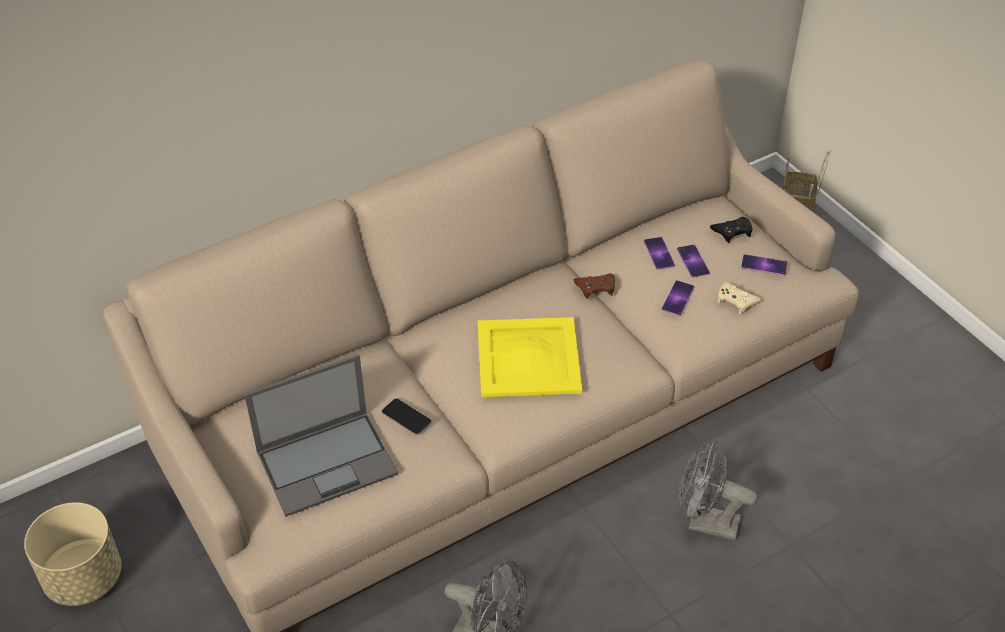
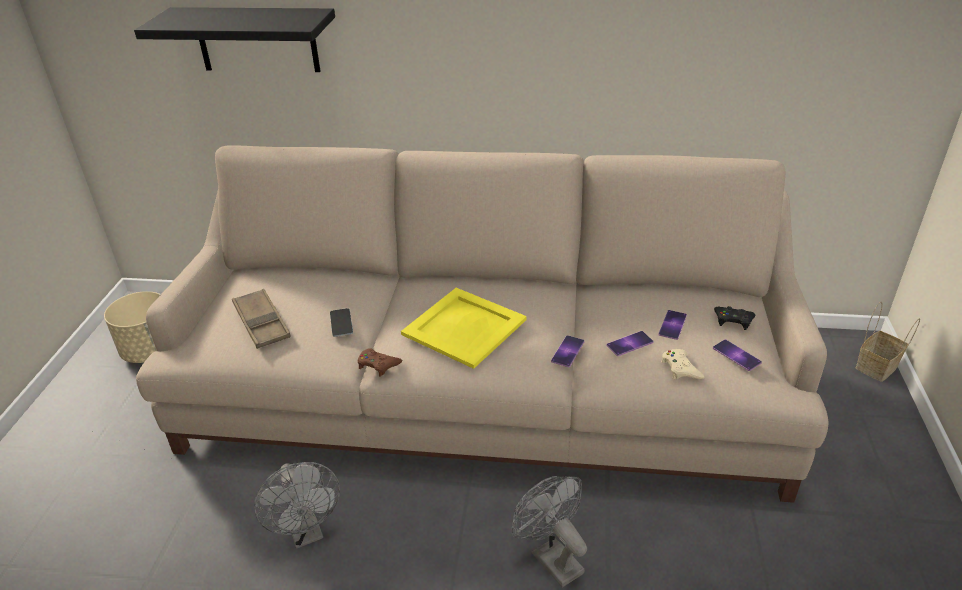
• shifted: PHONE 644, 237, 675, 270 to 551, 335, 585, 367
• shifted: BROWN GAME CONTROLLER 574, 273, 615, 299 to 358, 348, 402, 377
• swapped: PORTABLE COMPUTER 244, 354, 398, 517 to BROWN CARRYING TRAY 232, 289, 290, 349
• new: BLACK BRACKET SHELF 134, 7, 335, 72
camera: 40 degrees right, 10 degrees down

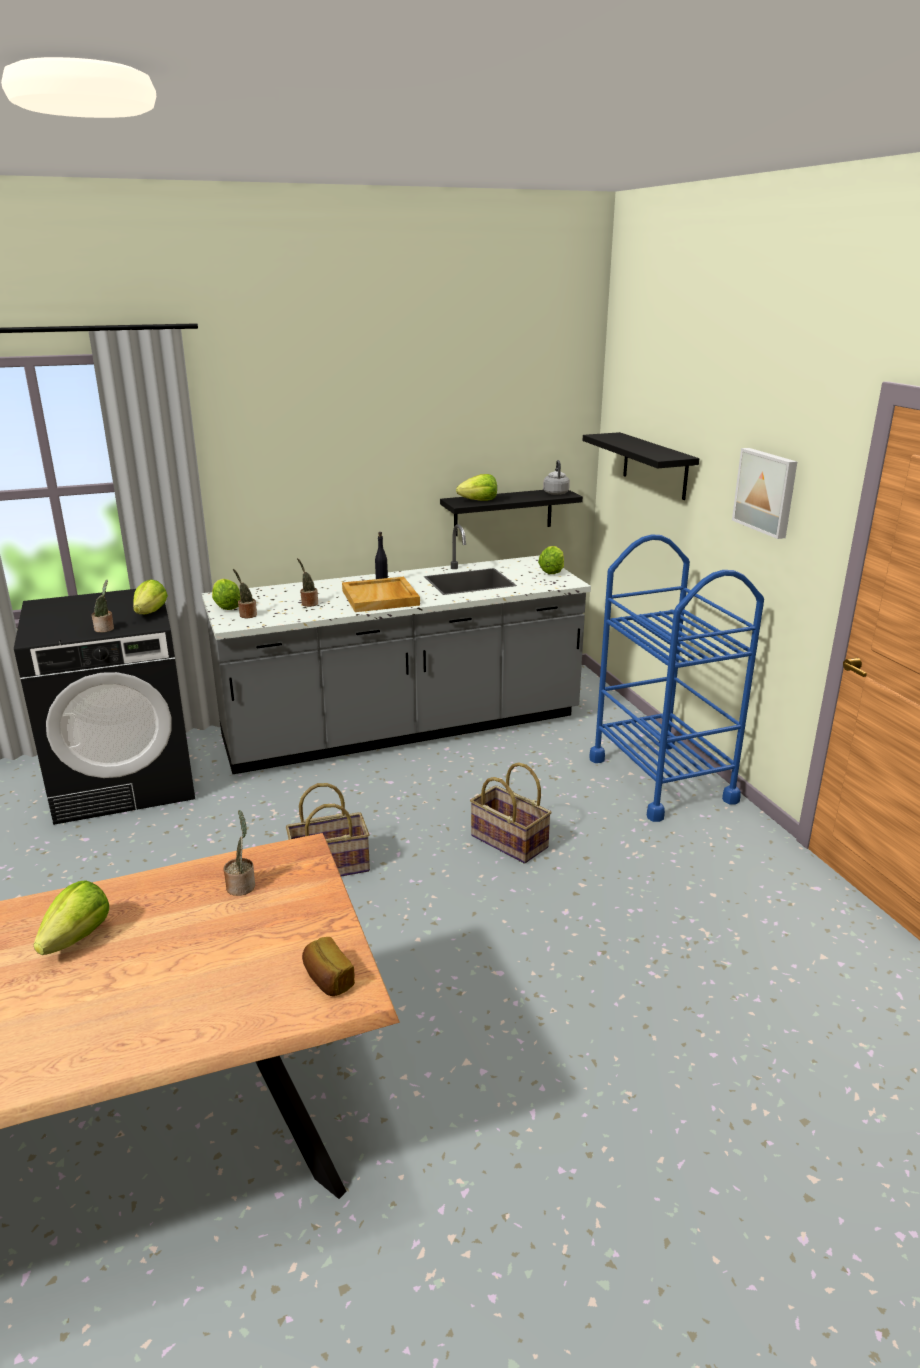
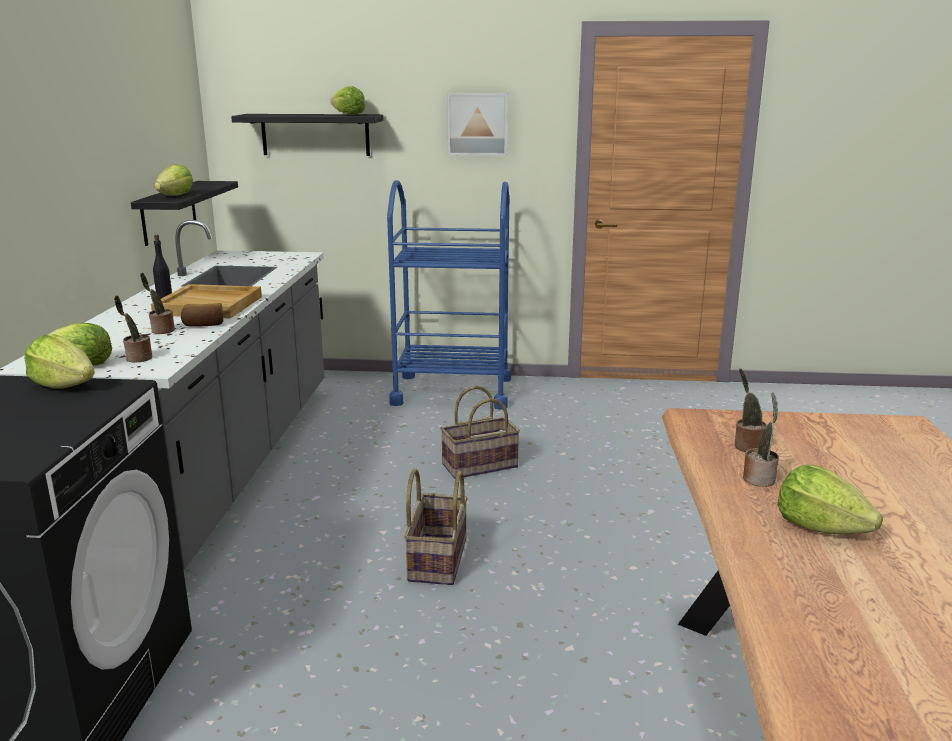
• gone: GRAY WATER KETTLE 543, 460, 570, 495
• shifted: HEAD OF LETTUCE 538, 546, 564, 574 to 331, 86, 365, 115
• shifted: HOUSEPLANT 92, 579, 114, 633 to 743, 392, 779, 487
• shifted: BREAD 302, 937, 355, 996 to 181, 303, 224, 327
camera: 65 degrees left, 5 degrees down

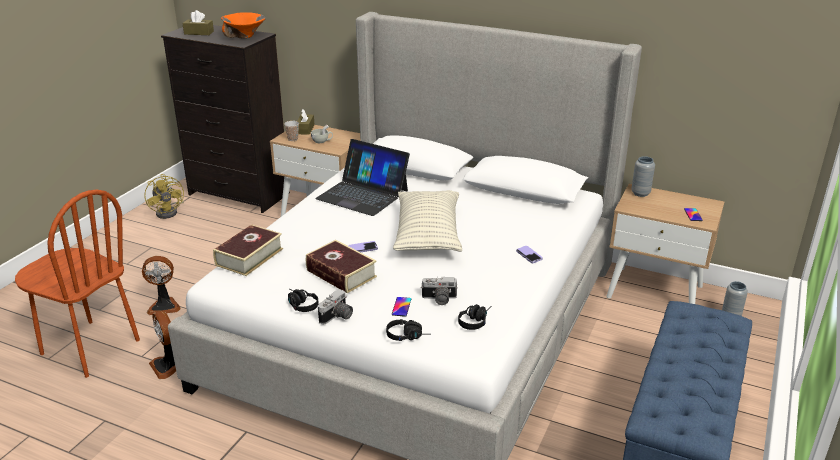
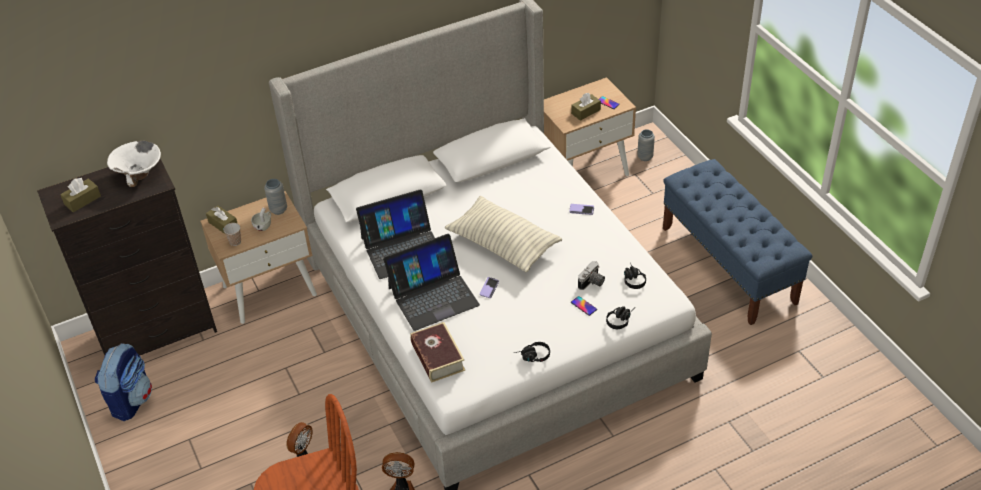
• repainted: ORANGE BOWL 221, 12, 266, 39 to WHITISH BOWL 107, 141, 161, 187
• shifted: GRAY FLOWER VASE 631, 156, 655, 197 to 264, 179, 287, 215
• swapped: YELLOWISH ELECTRIC FAN 144, 174, 184, 219 to BACKPACK 95, 343, 152, 421
• gone: BOOK 306, 240, 377, 293
• gone: PHOTO CAMERA 318, 289, 353, 325
• new: BROWN TISSUE HOLDER 571, 93, 601, 121
• new: PORTABLE COMPUTER 383, 234, 480, 331
camera: 50 degrees left, 15 degrees up

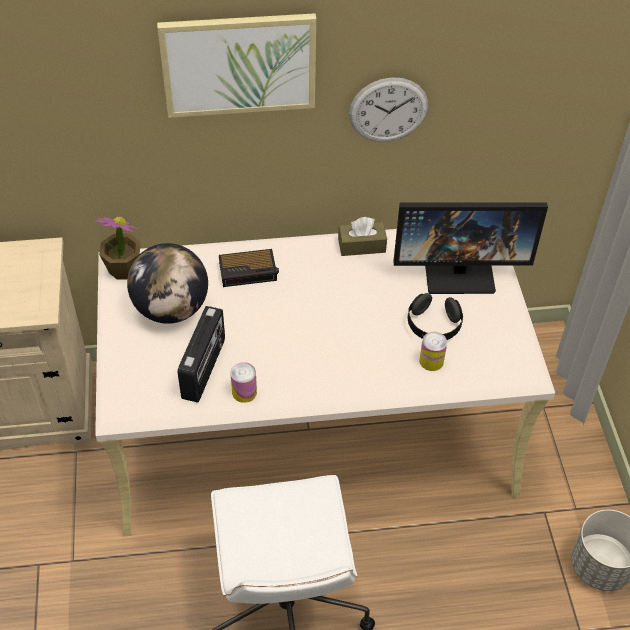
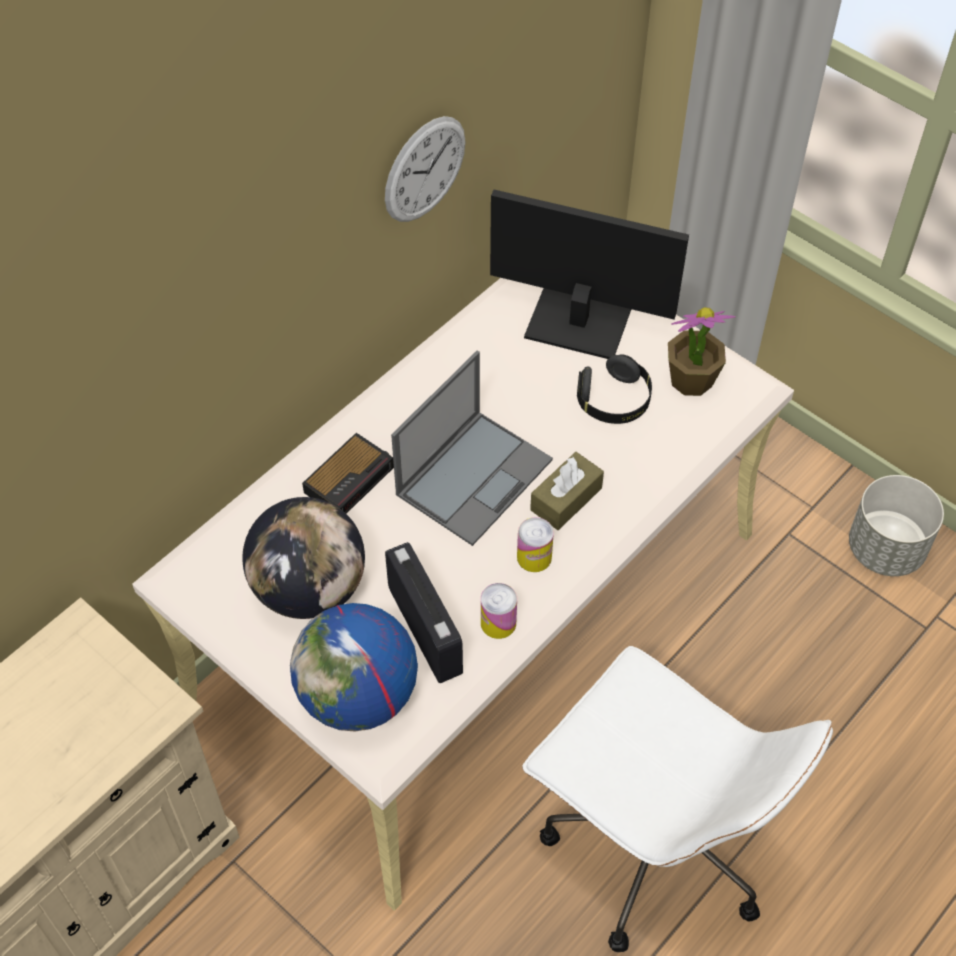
• gone: WALL PICTURE 157, 13, 316, 118
• rotated: COMPUTER SCREEN 393, 202, 548, 294 = 490, 190, 689, 359 120 degrees counterclockwise
• shifted: HOUSEPLANT 96, 217, 141, 280 to 668, 307, 736, 396
• shifted: BROWN TISSUE HOLDER 338, 217, 387, 256 to 530, 452, 604, 530
• shifted: METAL CAN 419, 332, 447, 371 to 517, 517, 554, 572
• new: PORTABLE COMPUTER 391, 351, 553, 546
• new: DESK GLOBE 290, 603, 418, 732
camera: 40 degrees left, 5 degrees up

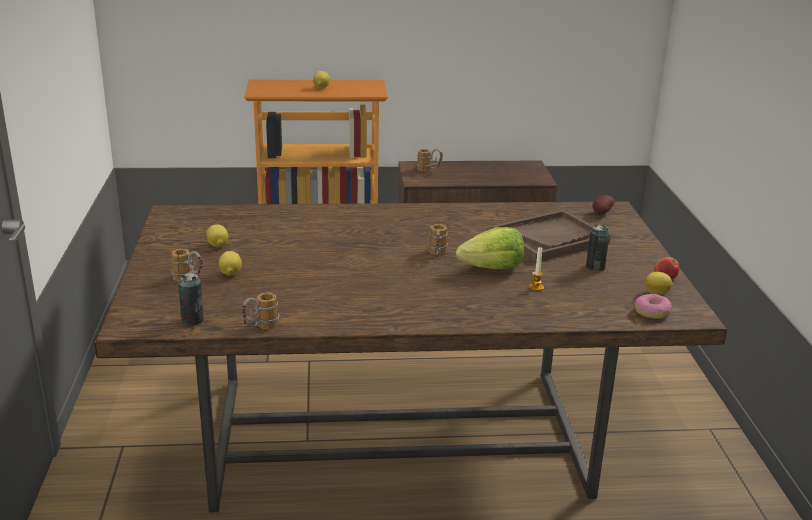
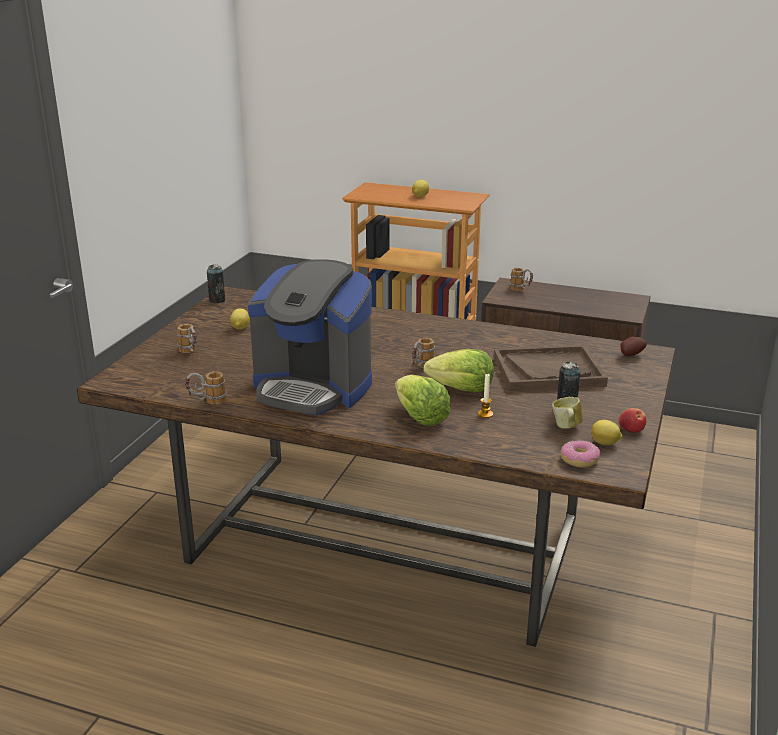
• gone: CITRUS FRUIT 219, 251, 242, 276
• shifted: METAL CAN 178, 273, 204, 326 to 207, 265, 225, 304
• new: COFFEE BREWER 248, 259, 372, 415
• new: HEAD OF LETTUCE 395, 375, 451, 426
• new: COFFEE MUG 552, 397, 583, 429
camera: 25 degrees right, 0 degrees up

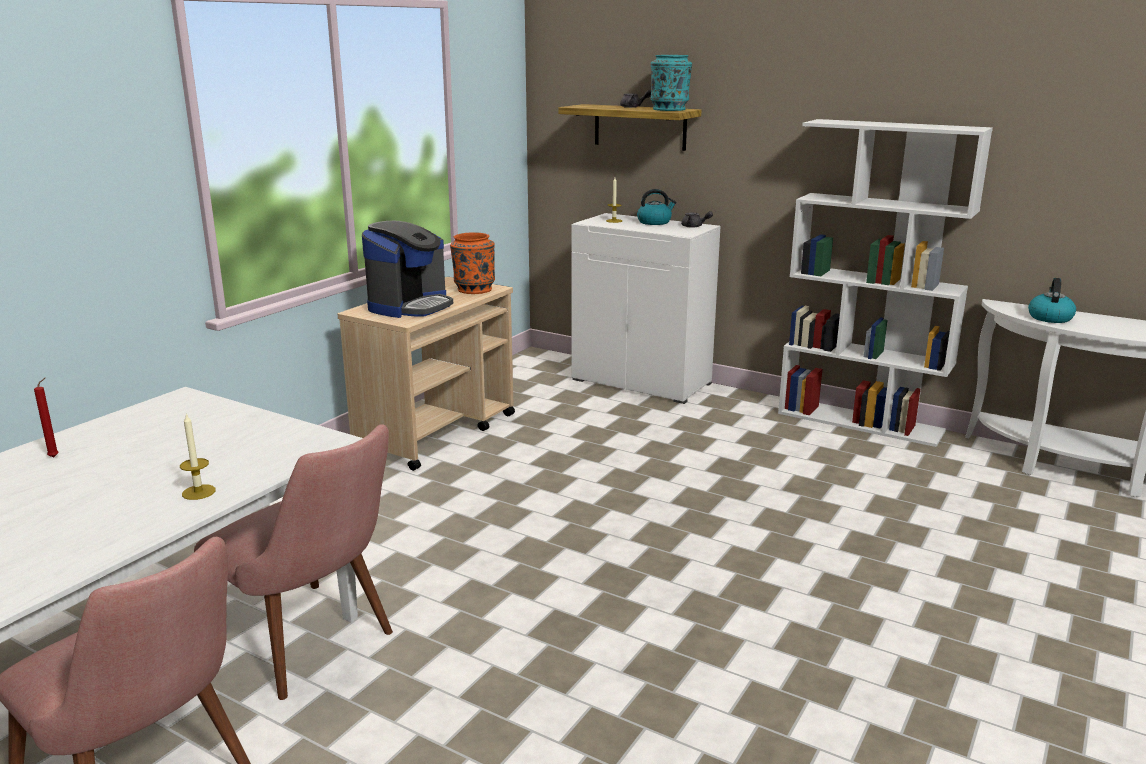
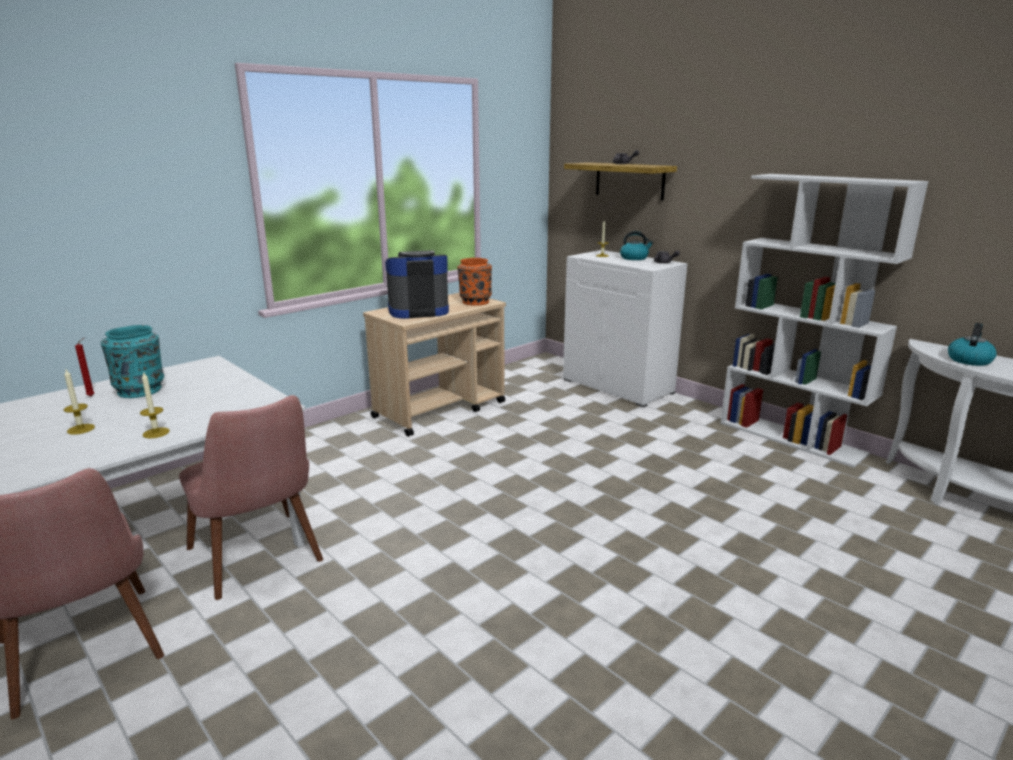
• shifted: TURQUOISE FLOWER VASE 651, 55, 692, 111 to 101, 325, 164, 398
• rotated: COFFEE BREWER 362, 221, 453, 318 = 385, 250, 449, 319 150 degrees counterclockwise
• new: WAX LIGHT 64, 369, 95, 435
camera: 15 degrees right, 0 degrees up

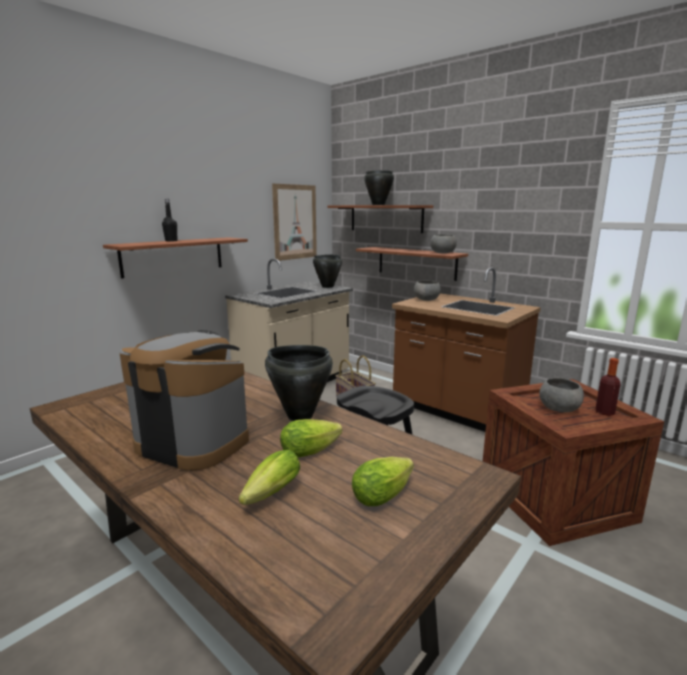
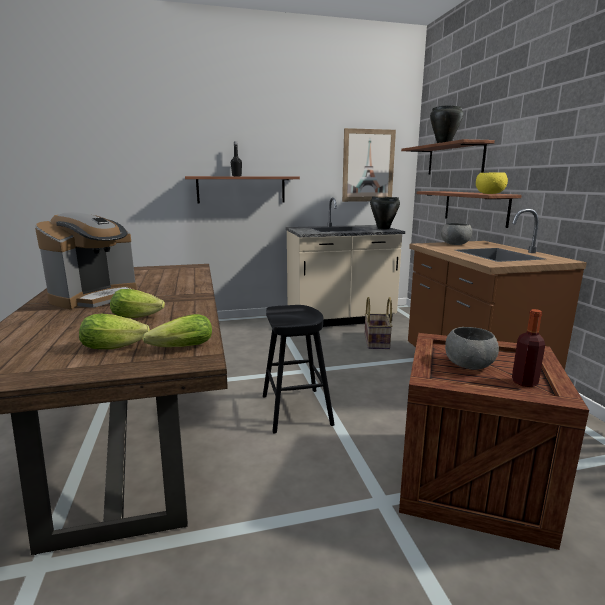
• repainted: GRAY BOWL 430, 234, 457, 253 to YELLOWISH BOWL 476, 172, 508, 194
• rotated: COFFEE BREWER 119, 330, 249, 470 = 35, 212, 137, 309 60 degrees clockwise
• gone: BLACK STOCKPOT 265, 345, 333, 421
• shifted: HEAD OF LETTUCE 239, 450, 300, 505 to 142, 314, 212, 347
camera: 35 degrees right, 0 degrees up

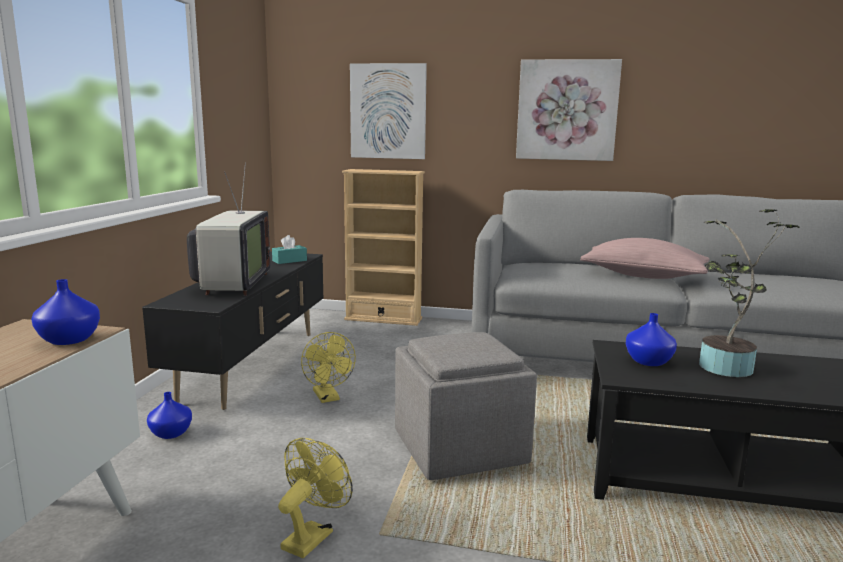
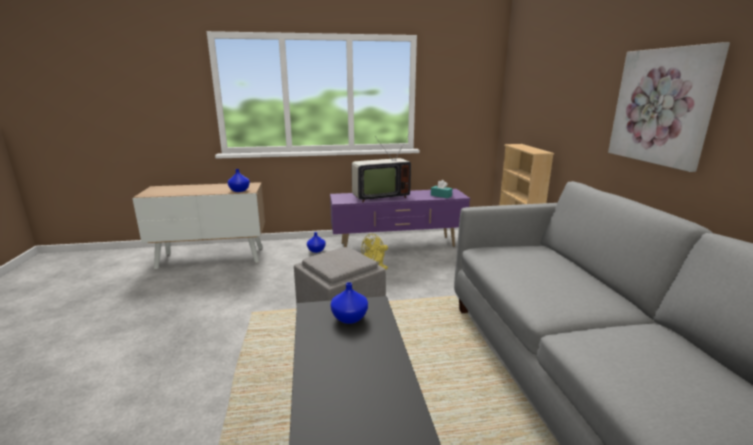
• gone: WALL PICTURE 350, 63, 427, 159
• gone: HOUSEPLANT 699, 208, 800, 377
• gone: PINKISH THROW PILLOW 580, 238, 709, 279
• repainted: BLACK MEDIA CONSOLE 142, 251, 323, 410 to PURPLE MEDIA CONSOLE 330, 189, 470, 247
• gone: YELLOWISH ELECTRIC FAN 278, 438, 353, 558
camera: 70 degrees right, 5 degrees up

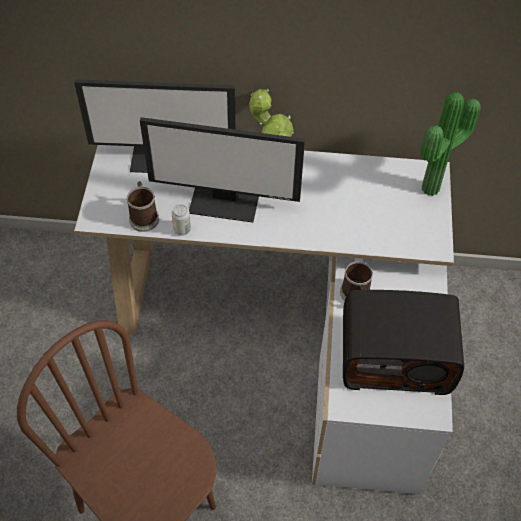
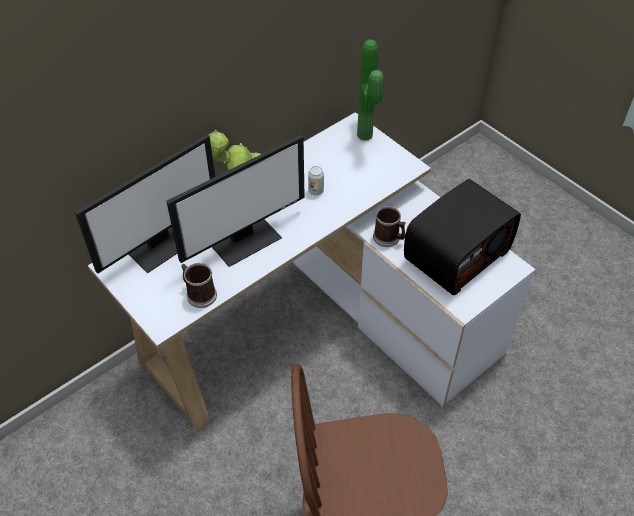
• shifted: METAL CAN 172, 204, 191, 236 to 308, 166, 324, 195
camera: 45 degrees left, 5 degrees down

